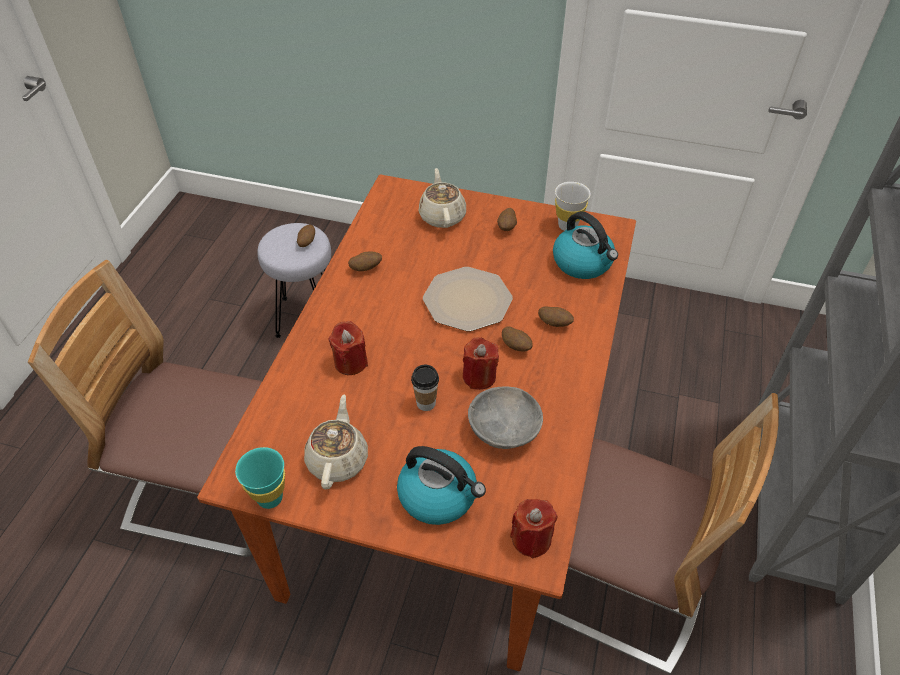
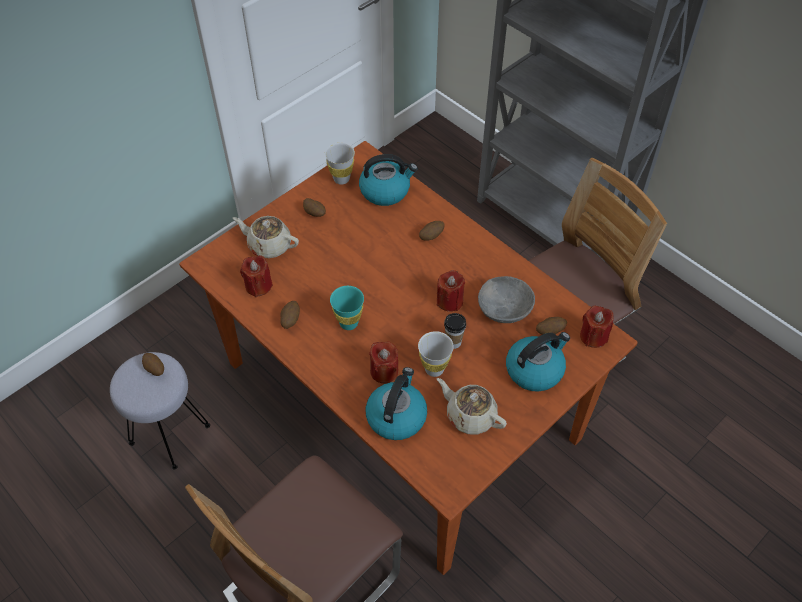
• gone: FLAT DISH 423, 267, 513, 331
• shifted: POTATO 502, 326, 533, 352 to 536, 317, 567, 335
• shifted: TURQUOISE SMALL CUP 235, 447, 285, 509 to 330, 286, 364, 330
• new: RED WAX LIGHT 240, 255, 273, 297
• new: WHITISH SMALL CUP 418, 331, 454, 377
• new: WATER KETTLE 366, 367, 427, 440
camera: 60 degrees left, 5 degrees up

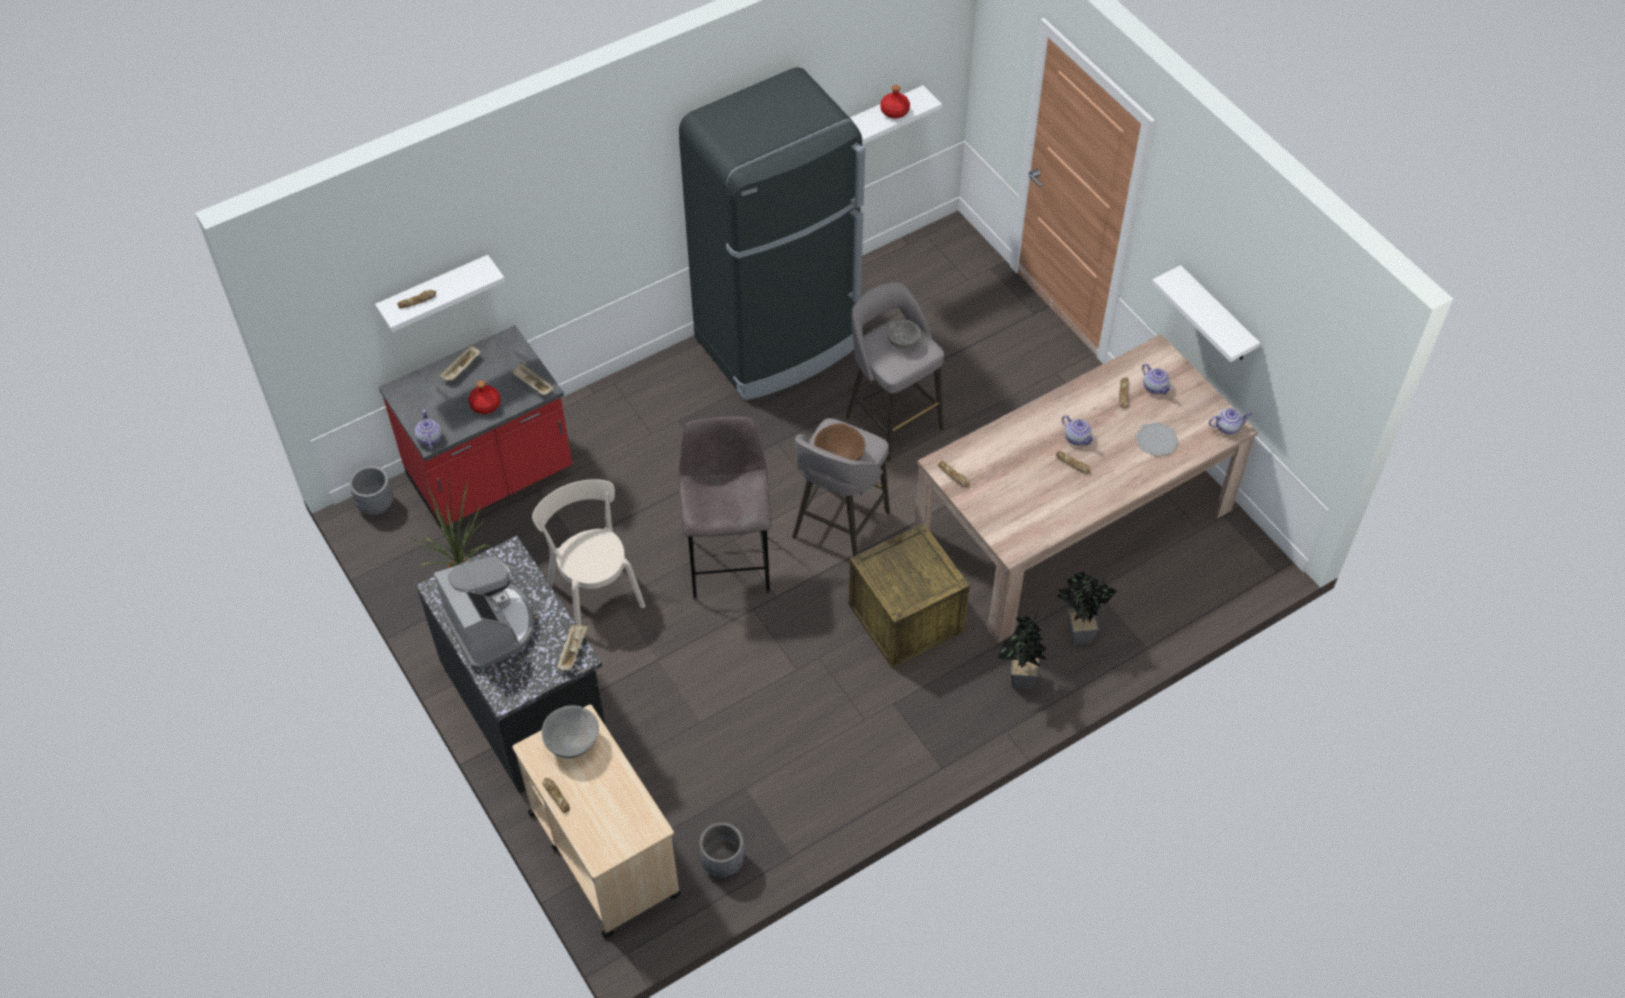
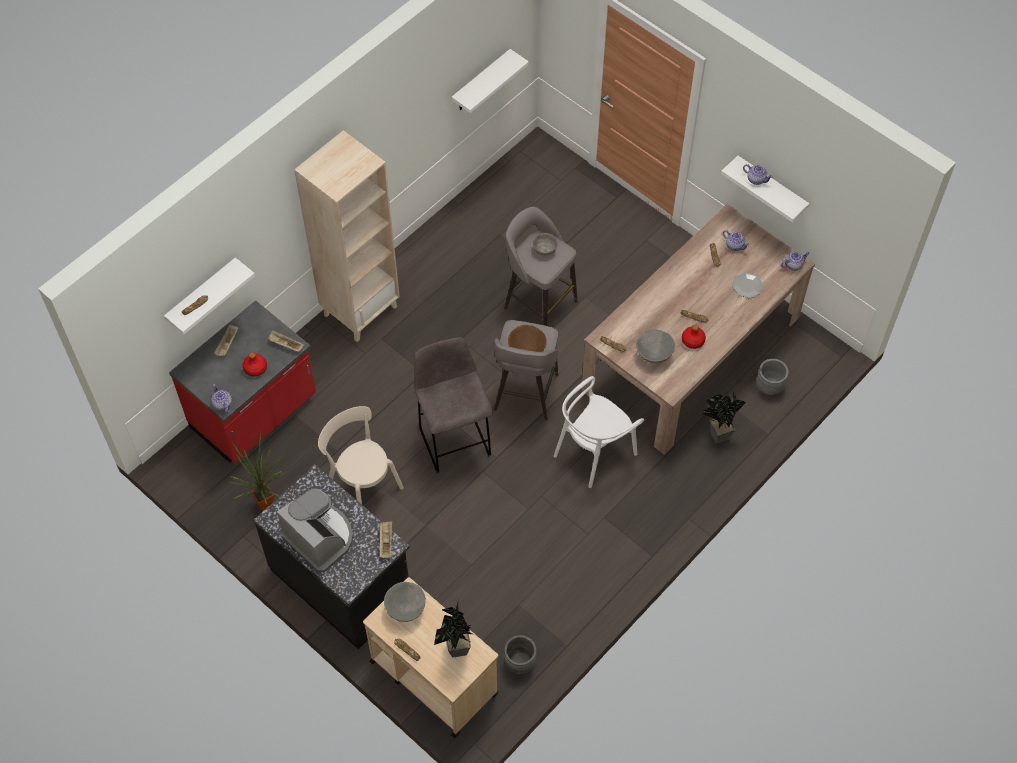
• gone: BLACK FRIDGE 679, 67, 865, 401
• shifted: RED BOTTLE 881, 85, 910, 119 to 682, 325, 706, 349
• shifted: TEAPOT 1062, 415, 1096, 445 to 743, 164, 773, 185
• shifted: GRAY PLANT POT 349, 466, 394, 515 to 756, 359, 789, 395
• swapped: SHIPPING CRATE 849, 523, 970, 668 to WHITISH CHAIR 554, 376, 644, 488
• shifted: HOUSEPLANT 997, 614, 1047, 690 to 434, 603, 472, 657
• new: BEIGE-COLOURED SHELVING UNIT 294, 130, 400, 342
• new: GRAY BOWL 636, 329, 675, 363
camera: 15 degrees left, 5 degrees up

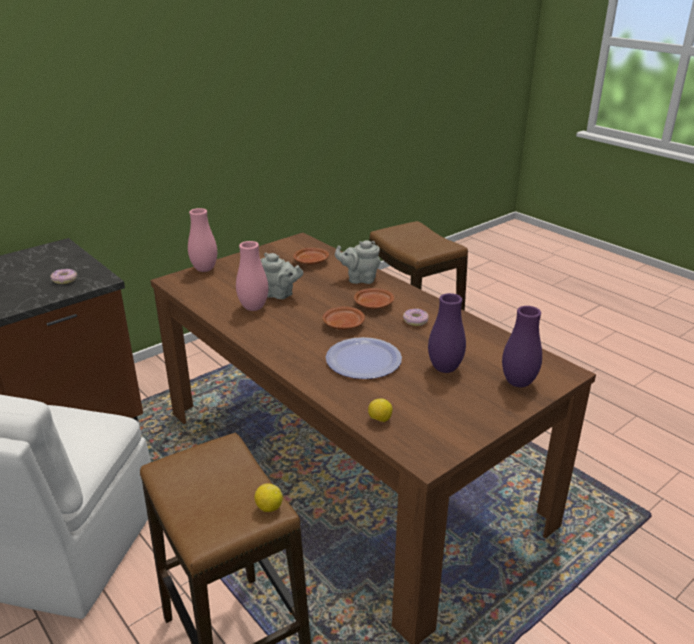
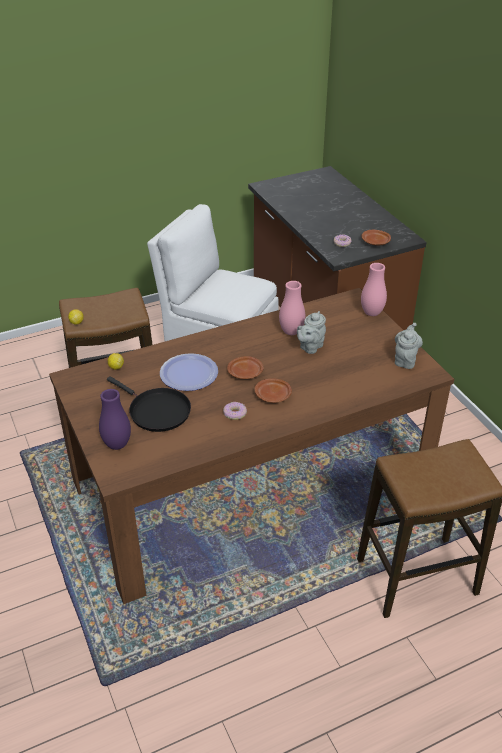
• shifted: GRAY TEAPOT 335, 240, 381, 284 to 395, 323, 423, 369
• shifted: BROWN FLAT DISH 293, 248, 329, 265 to 362, 230, 391, 245
• swapped: PURPLE FLOWER VASE 428, 293, 466, 373 to BLACK FRYING PAN 107, 376, 191, 432
camera: 105 degrees right, 10 degrees up

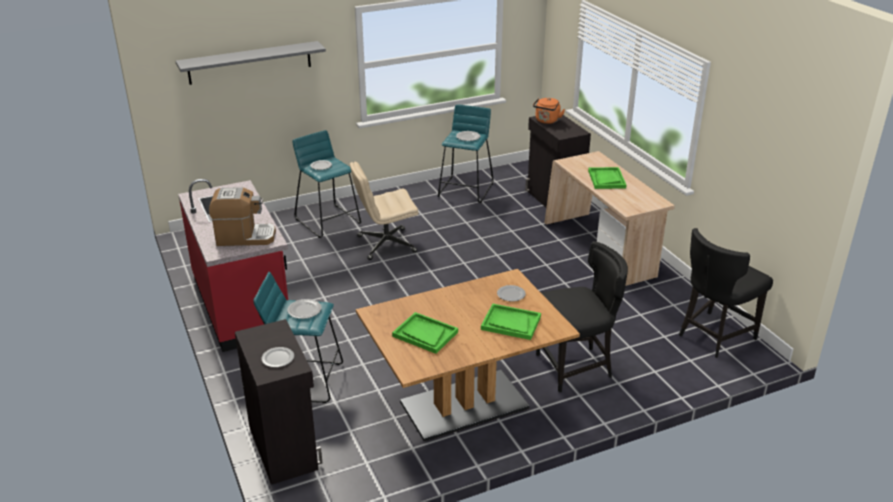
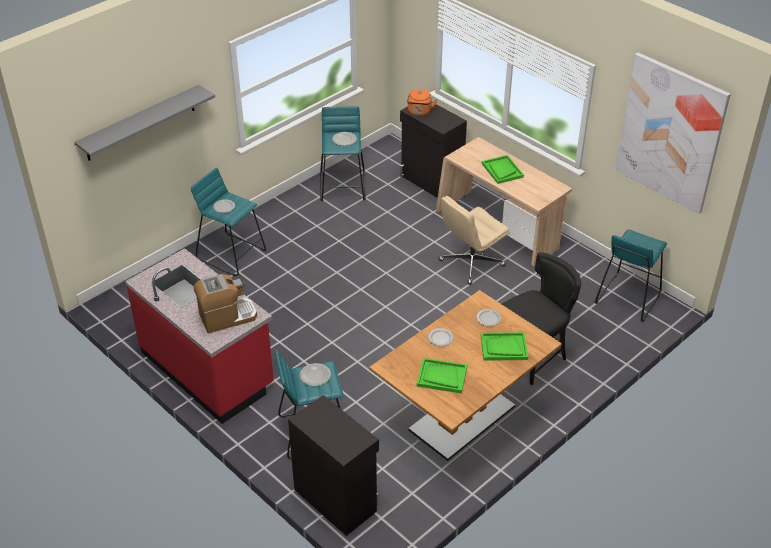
• shifted: BEIGE-COLOURED COMPUTER CHAIR 350, 162, 419, 260 to 438, 196, 510, 285
• swapped: BLACK CHAIR 679, 228, 773, 358 to TURQUOISE STOOL SEAT 595, 229, 667, 322
• shifted: FLAT DISH 261, 347, 294, 367 to 428, 328, 454, 346
• new: WALL PICTURE 615, 53, 731, 214
camera: 20 degrees left, 10 degrees up

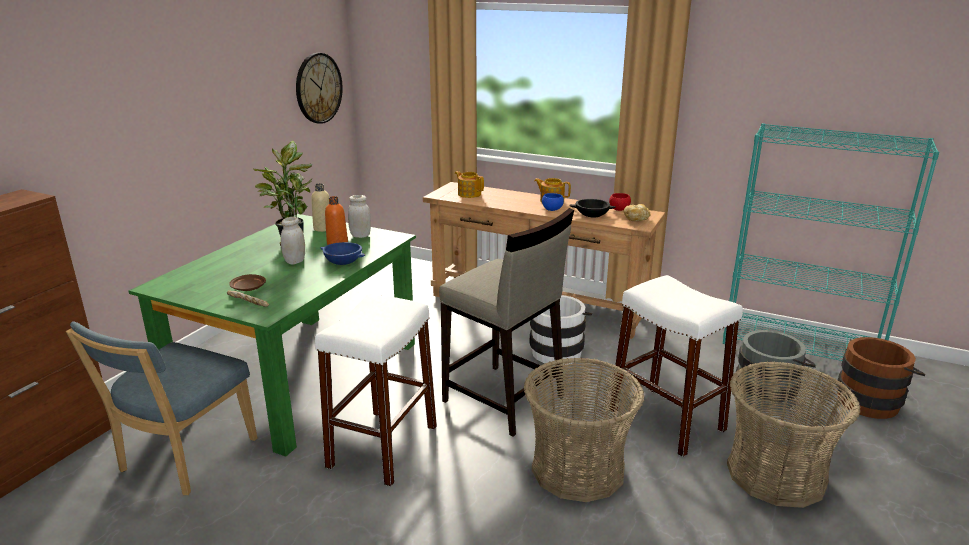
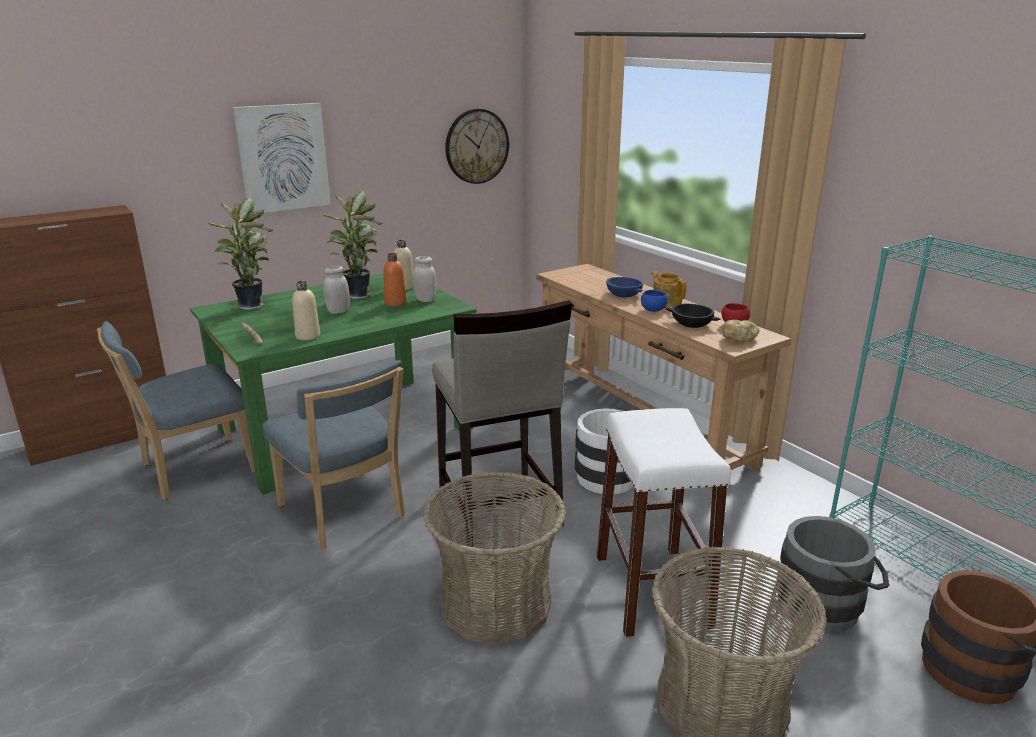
• gone: TEAPOT 455, 171, 484, 198
• shifted: BLUISH BOWL 321, 242, 366, 265 to 606, 277, 643, 297
• gone: BROWN FLAT DISH 229, 274, 266, 291
• swapped: WHITISH STOOL SEAT 315, 294, 437, 486 to BLUISH CHAIR 262, 360, 405, 550
• new: WALL PICTURE 233, 103, 331, 213
• new: HOUSEPLANT 208, 197, 273, 310
• new: BEIGE-COLOURED BOTTLE 292, 281, 320, 340
camera: 30 degrees right, 0 degrees up

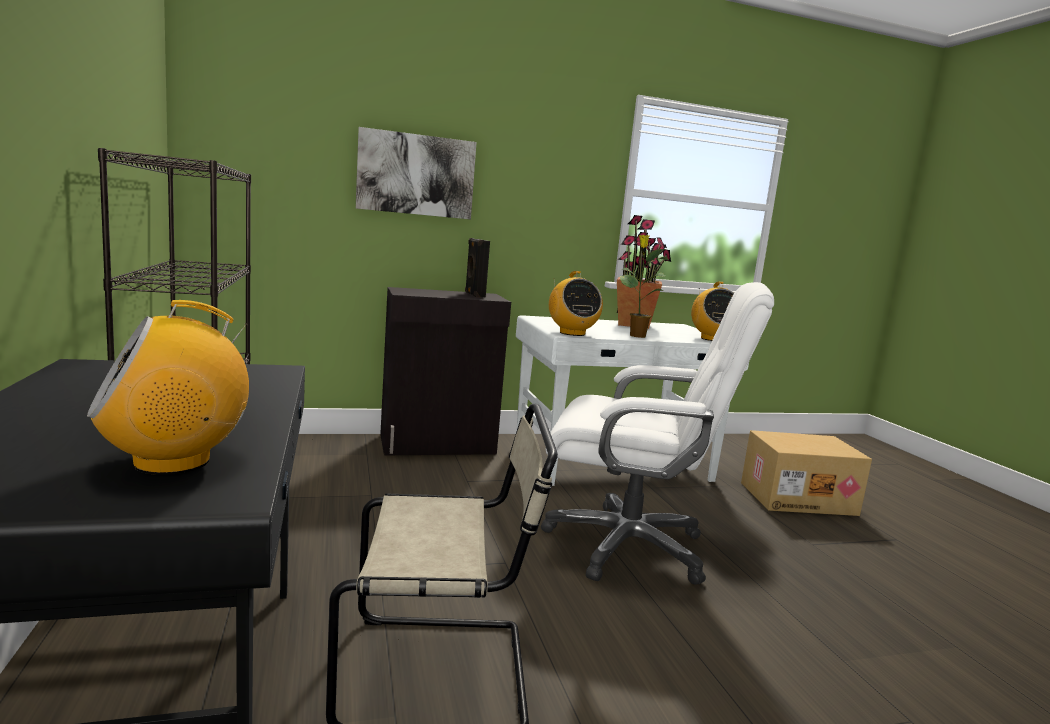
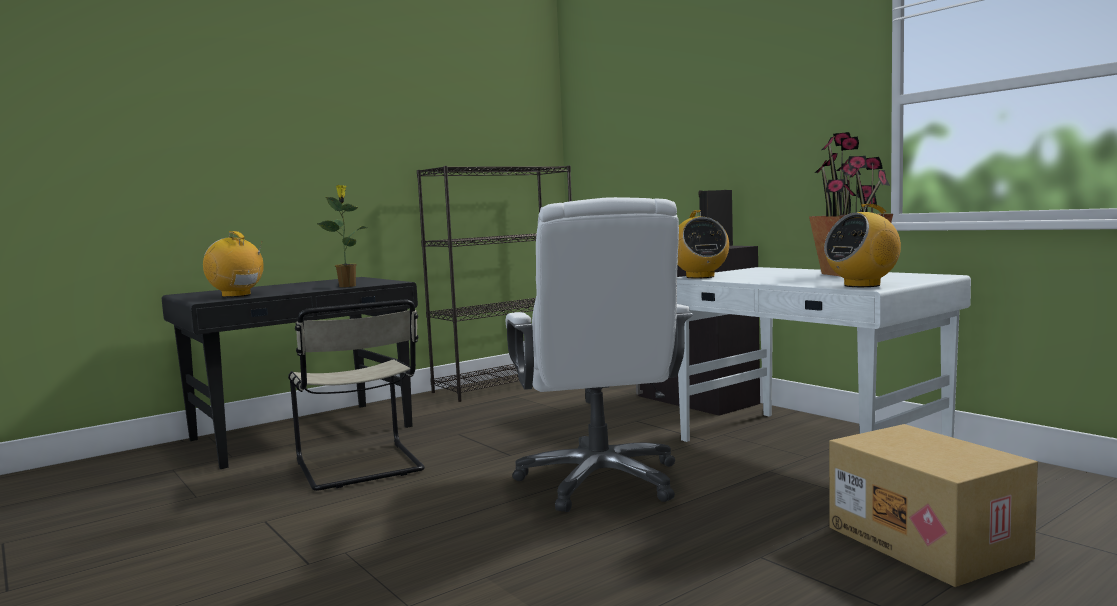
• gone: WALL PICTURE 356, 127, 477, 219
• shifted: HOUSEPLANT 620, 235, 668, 338 to 317, 185, 367, 287
• rotated: RADIO SET 549, 271, 603, 336 = 678, 210, 729, 278 60 degrees counterclockwise
camera: 70 degrees right, 5 degrees down

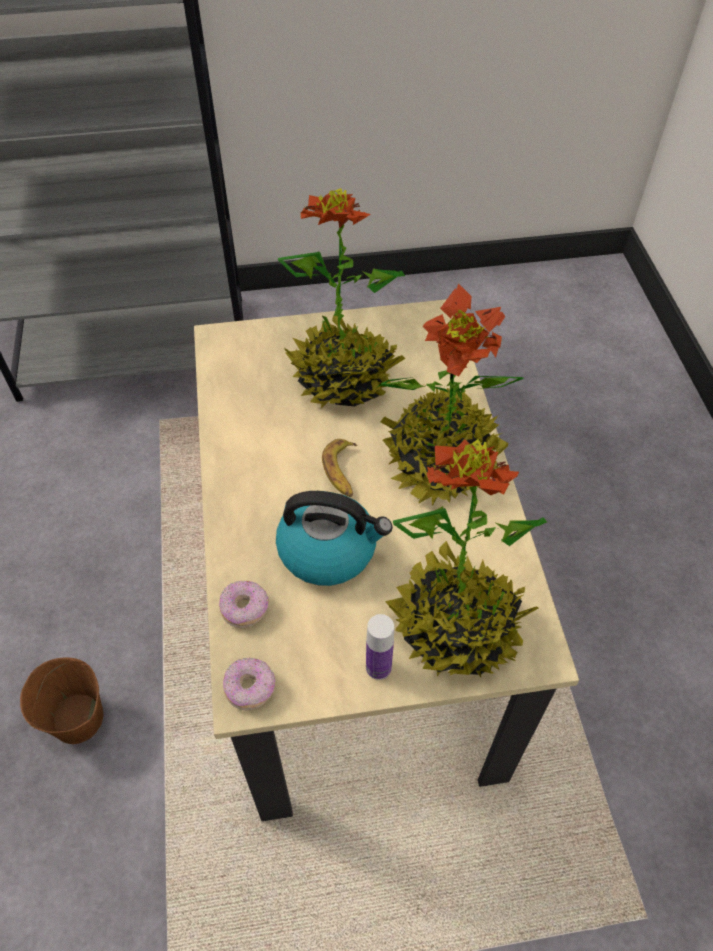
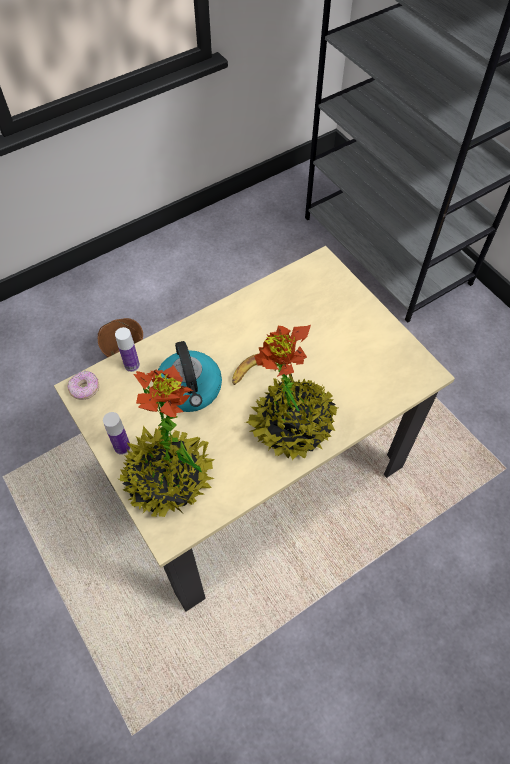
• gone: HOUSEPLANT 278, 188, 405, 408
• swapped: DOUGHNUT 219, 581, 269, 628 to BOTTLE 115, 327, 140, 372
camera: 65 degrees right, 5 degrees up

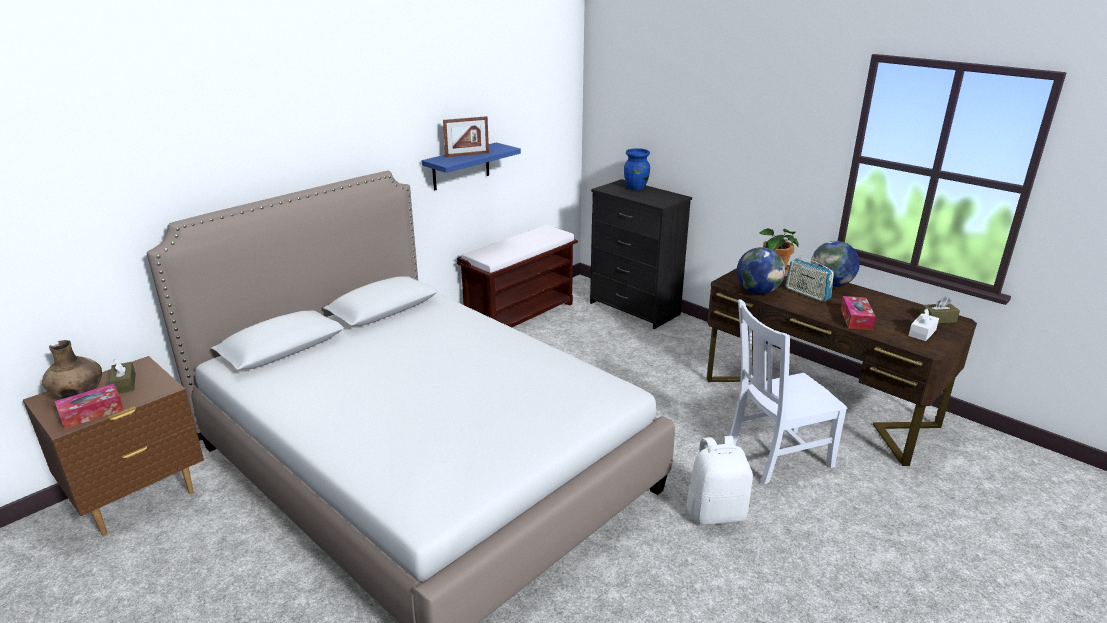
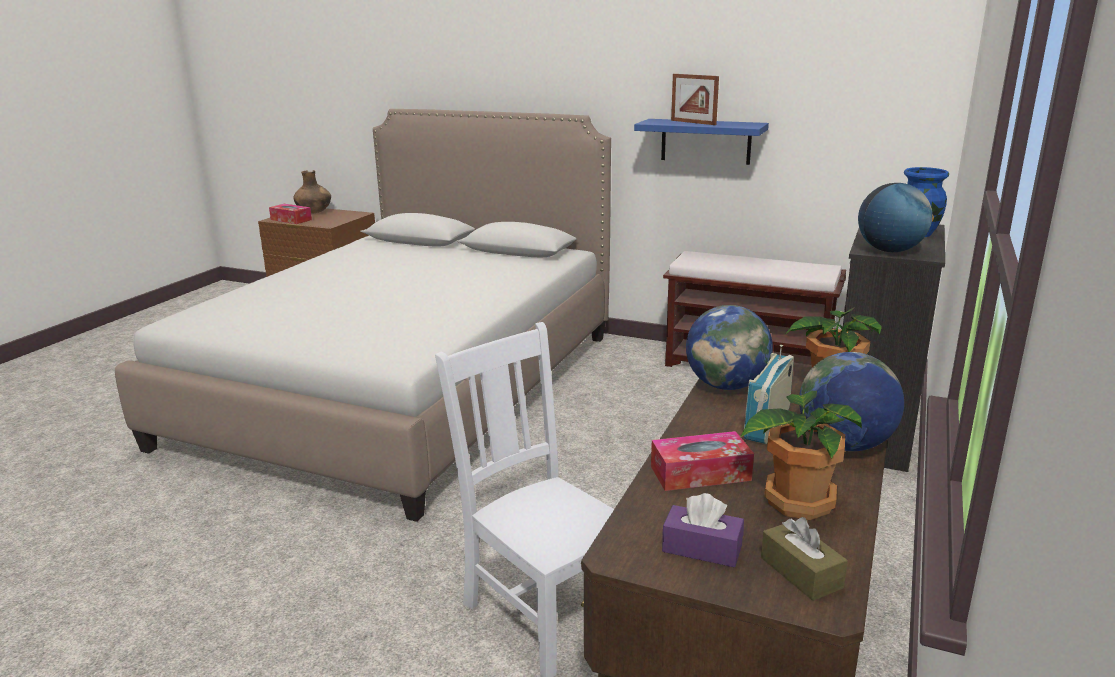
• repainted: WHITISH TISSUE HOLDER 909, 308, 939, 341 to PURPLE TISSUE HOLDER 662, 493, 744, 567
• gone: BROWN TISSUE HOLDER 109, 359, 136, 394
• gone: WHITISH BACKPACK 686, 436, 753, 525
• new: DESK GLOBE 858, 183, 934, 252
• new: HOUSEPLANT 740, 391, 862, 520
camera: 70 degrees right, 5 degrees down

